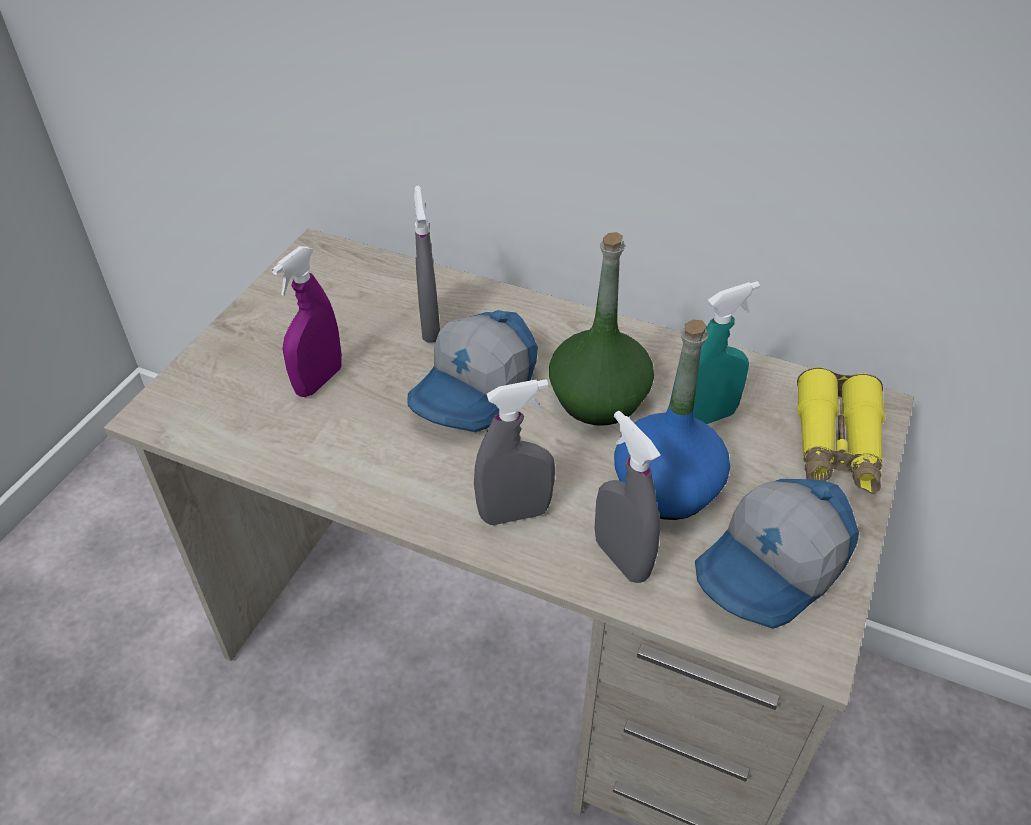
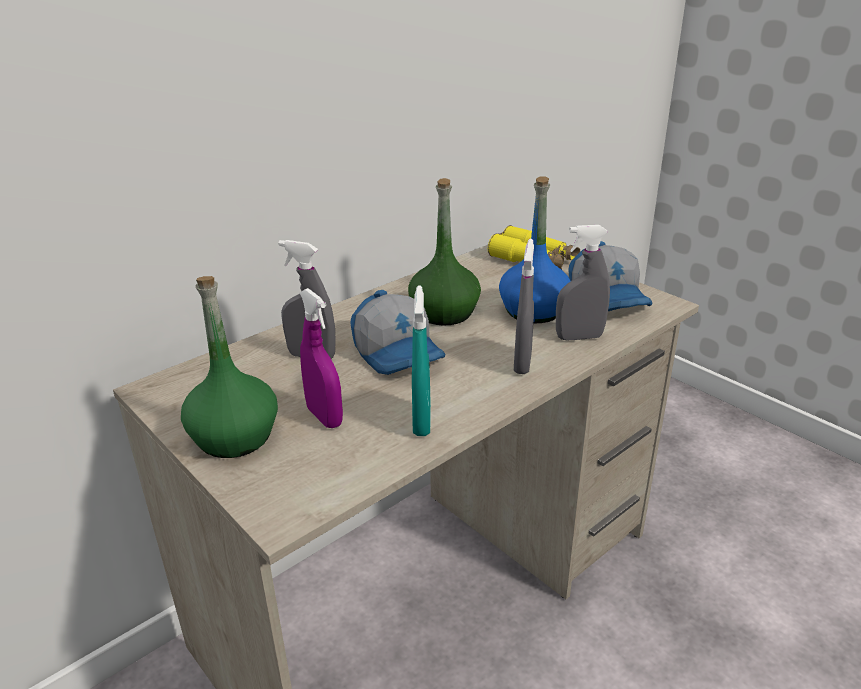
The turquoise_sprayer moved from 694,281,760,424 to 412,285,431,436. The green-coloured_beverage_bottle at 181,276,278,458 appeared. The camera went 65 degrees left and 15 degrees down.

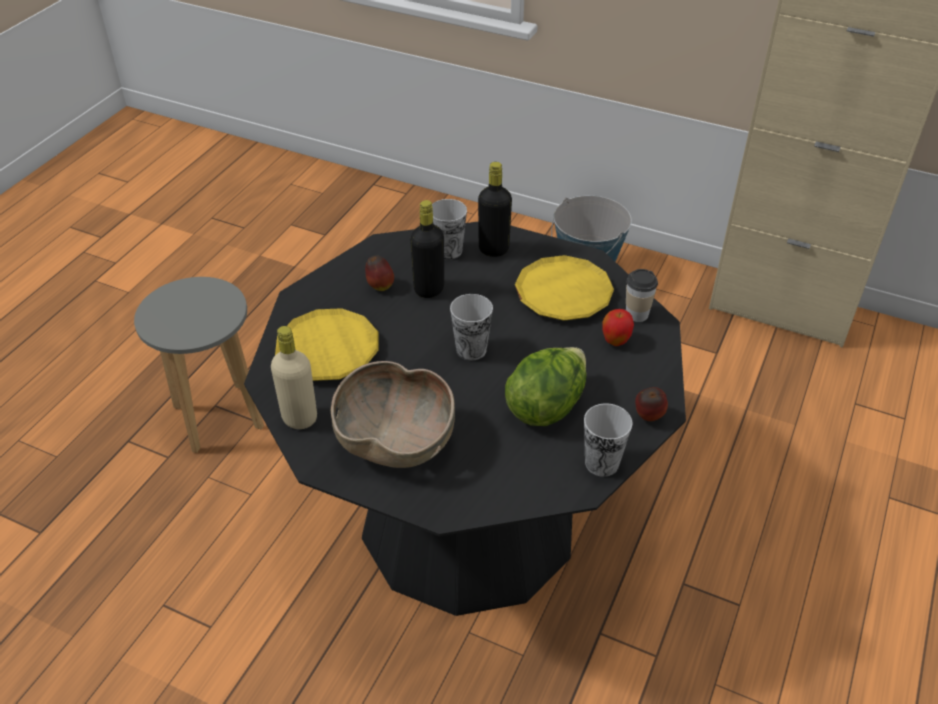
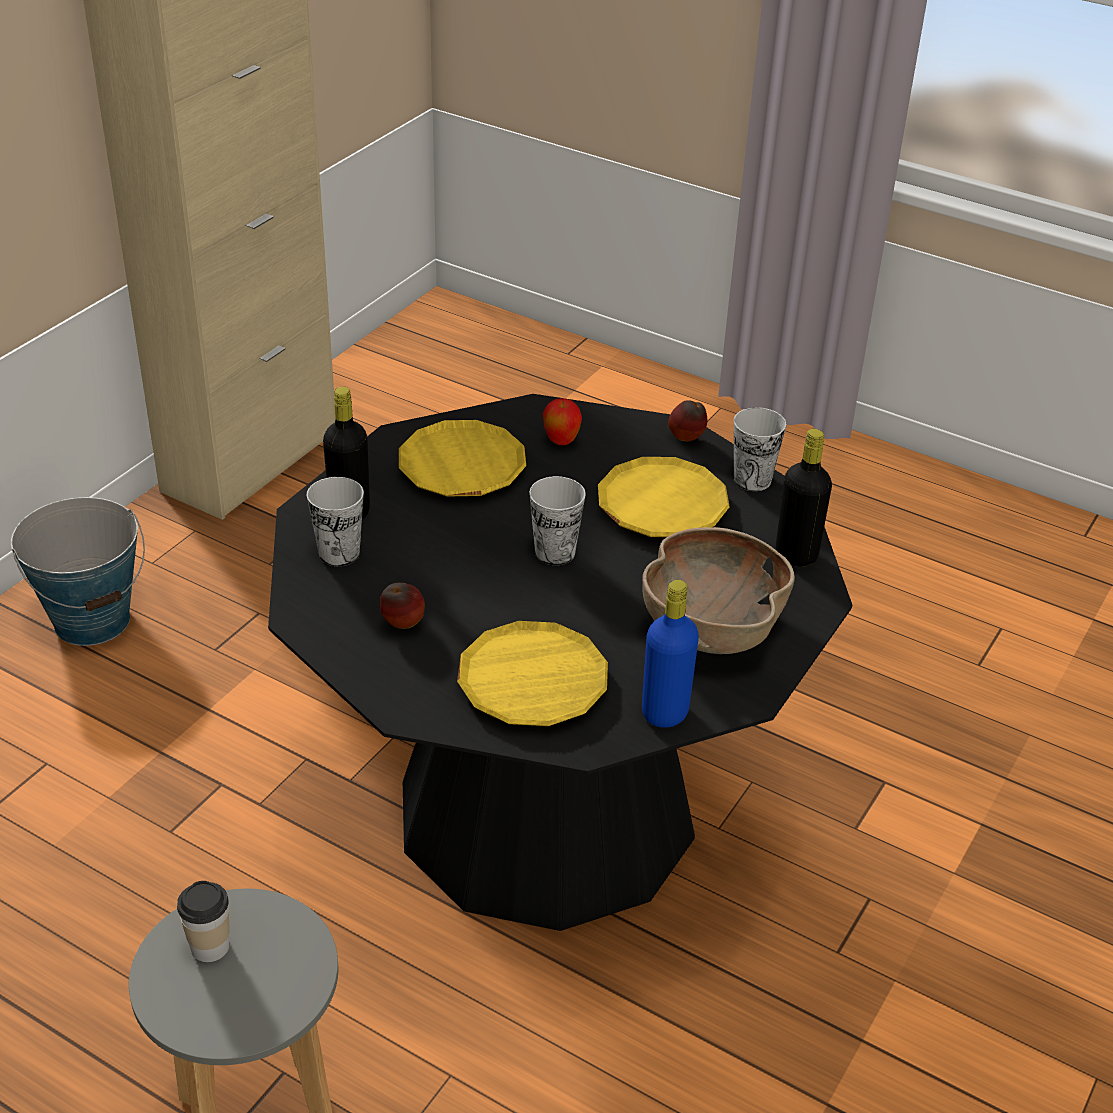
The black-coloured_beverage_bottle moved from 410,200,444,298 to 776,429,832,566. The cup moved from 626,269,658,322 to 177,881,230,962. The beige_beverage_bottle at 271,326,317,429 became the blue_beverage_bottle at 642,580,699,728. The lettuce_head at 505,347,587,426 was replaced by the yellow_plate at 598,457,730,537. The camera went 85 degrees left and 5 degrees down.

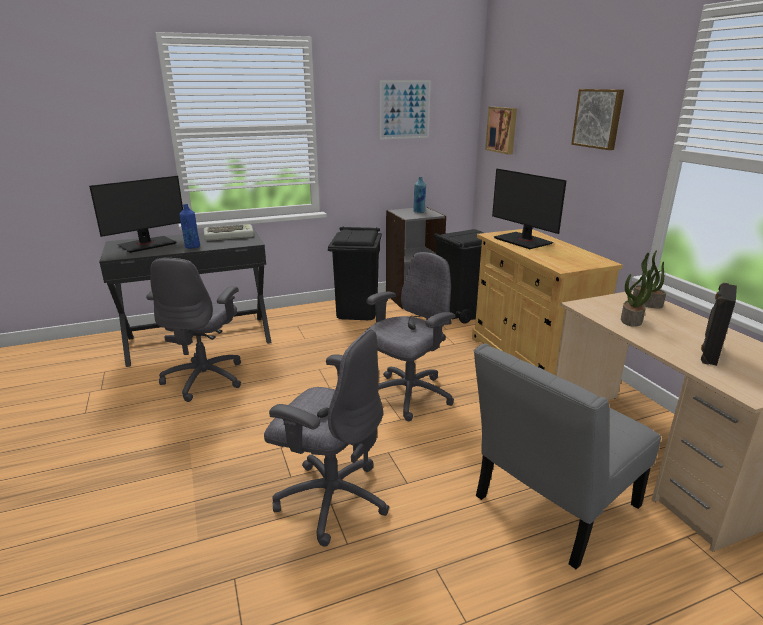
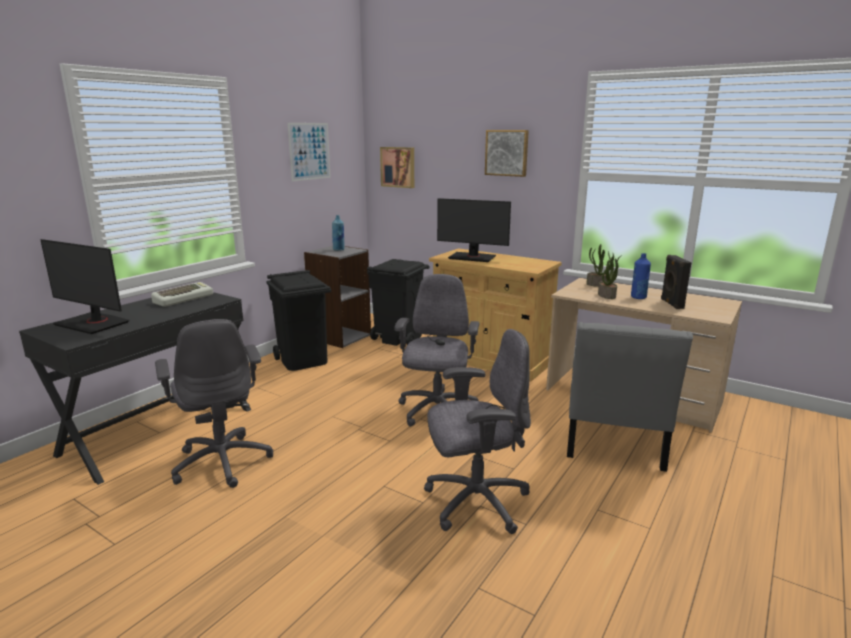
The computer_display at 89,176,183,253 turned 105 degrees clockwise. The blue_beverage_bottle moved from 179,204,200,249 to 631,253,651,299. The camera went 35 degrees left and 5 degrees down.

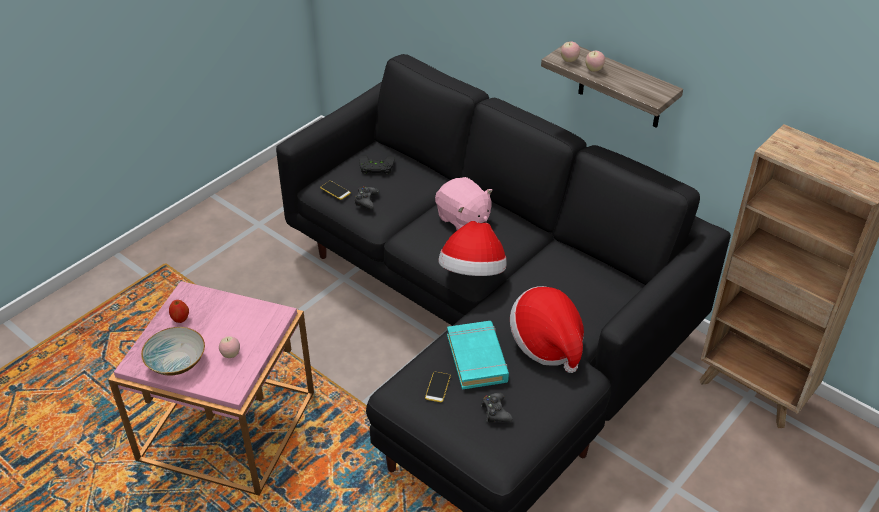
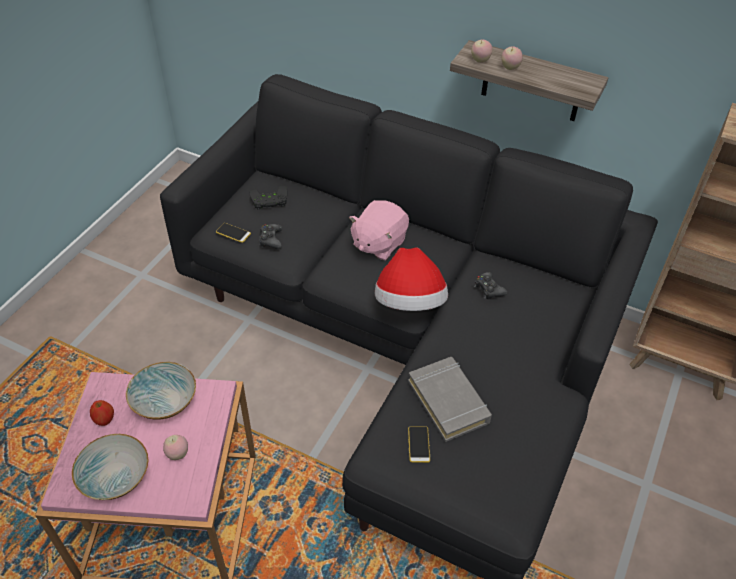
The pink-coloured_plush_toy at 435,177,493,230 turned 90 degrees clockwise. The hat at 510,286,584,373 disappeared. The turquoise_bound_book at 447,321,509,390 became the greyish_bound_book at 408,357,492,442. The black-coloured_gamepad moved from 481,393,513,423 to 474,272,507,299. The serving_bowl at 126,362,196,420 appeared. The camera went 15 degrees left and 5 degrees up.

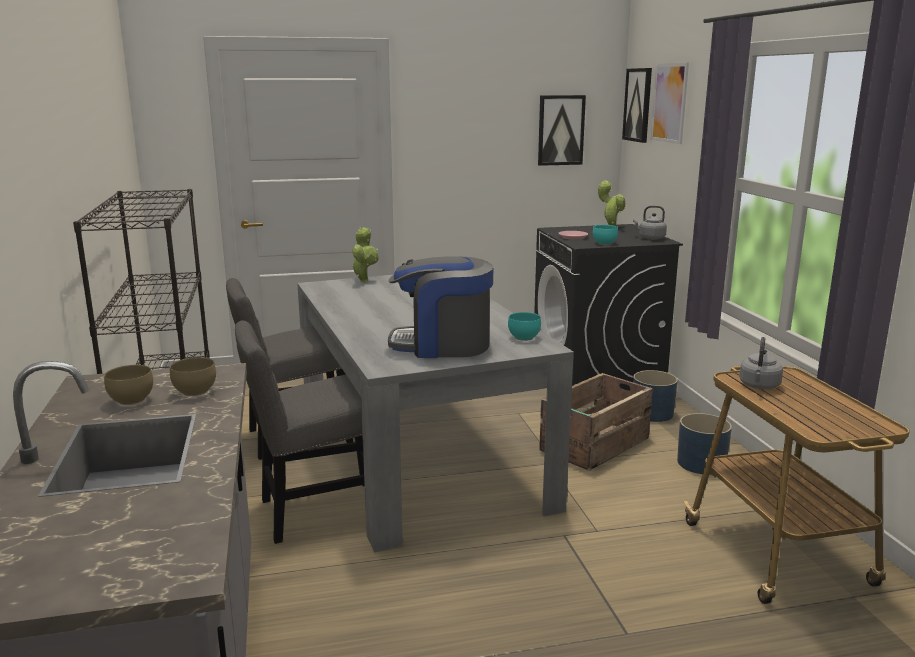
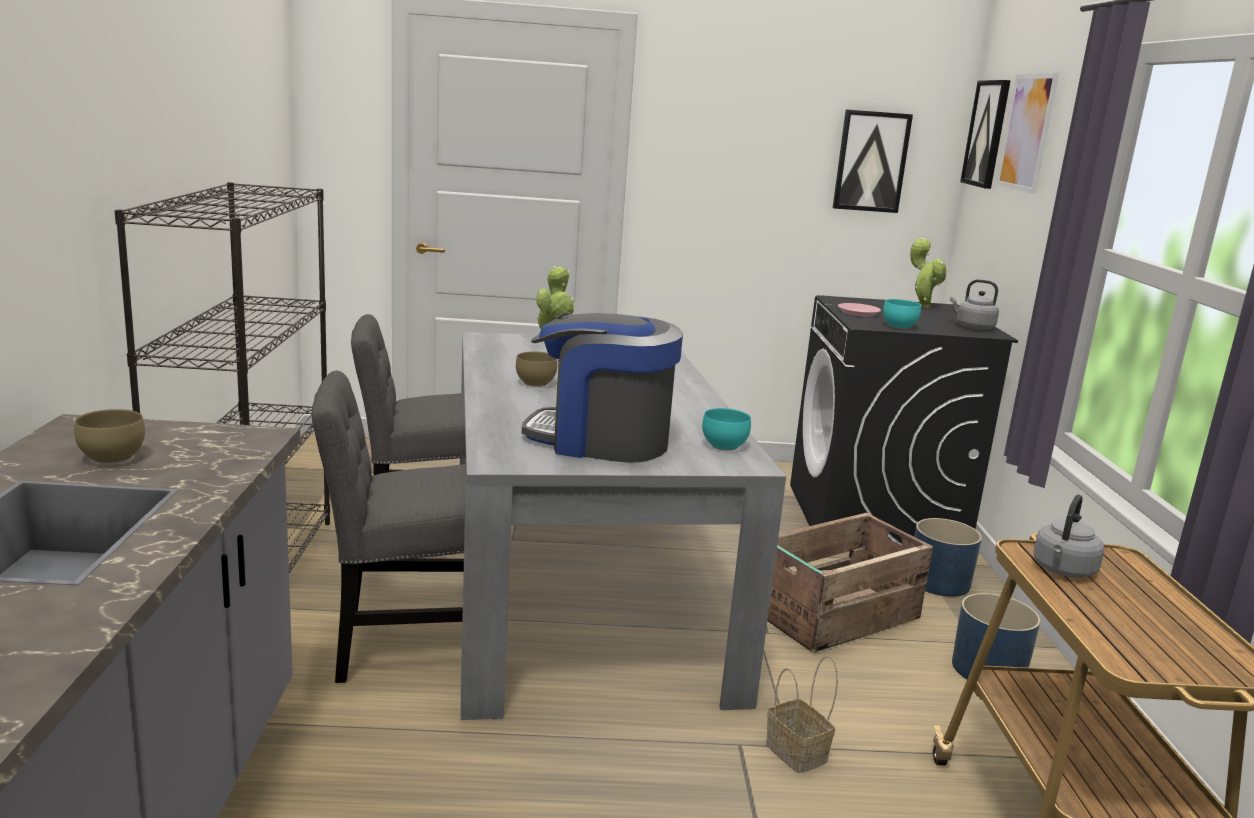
The brown_serving_bowl moved from 170,357,216,396 to 516,351,558,387. The household_basket at 766,655,838,773 appeared. The camera went 10 degrees right and 0 degrees up.

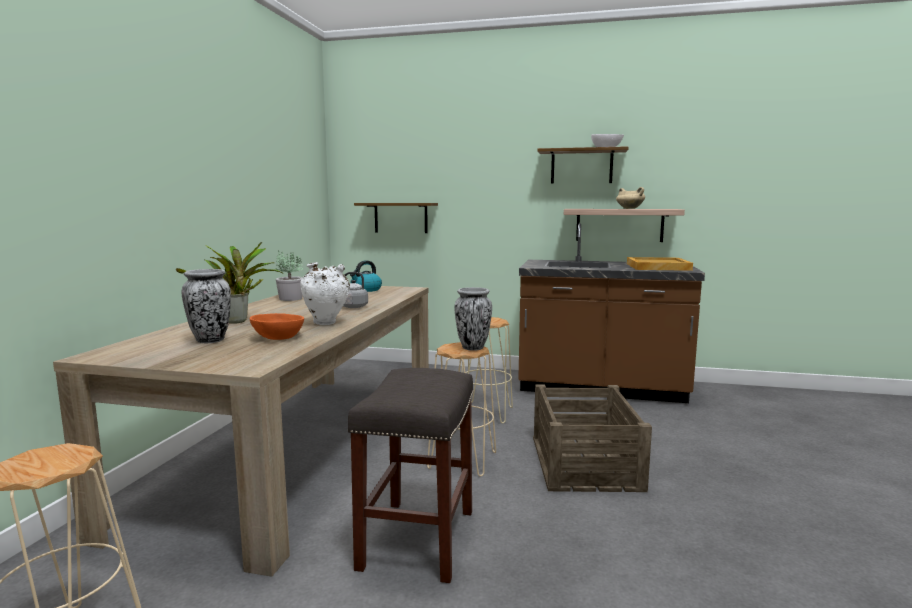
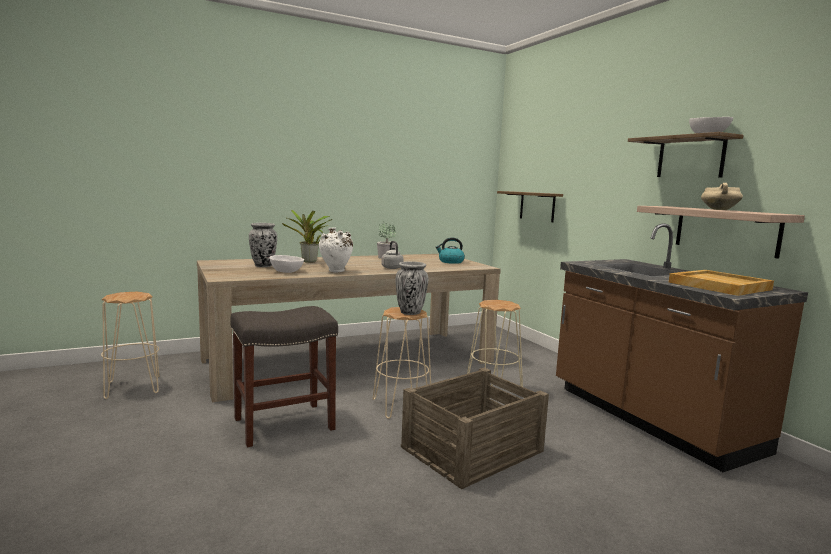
The orangey_serving_bowl at 250,313,304,340 became the whitish_serving_bowl at 269,255,304,273. The camera went 50 degrees right and 0 degrees up.

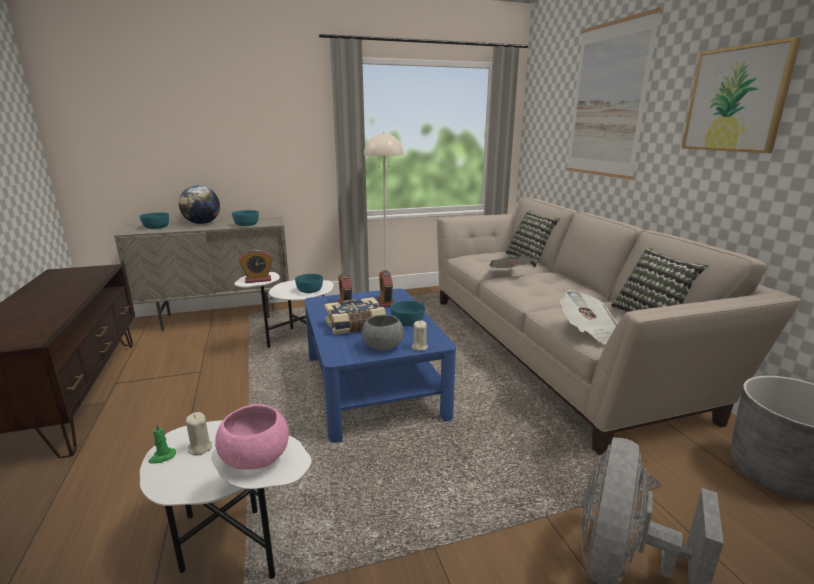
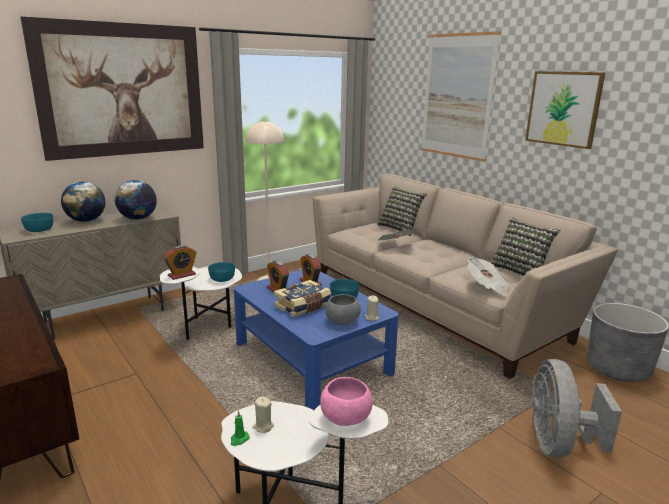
The turquoise_serving_bowl at 232,210,259,226 was replaced by the world_globe at 115,180,157,220. The wall_picture at 21,16,204,161 appeared. The camera went 20 degrees left and 0 degrees up.

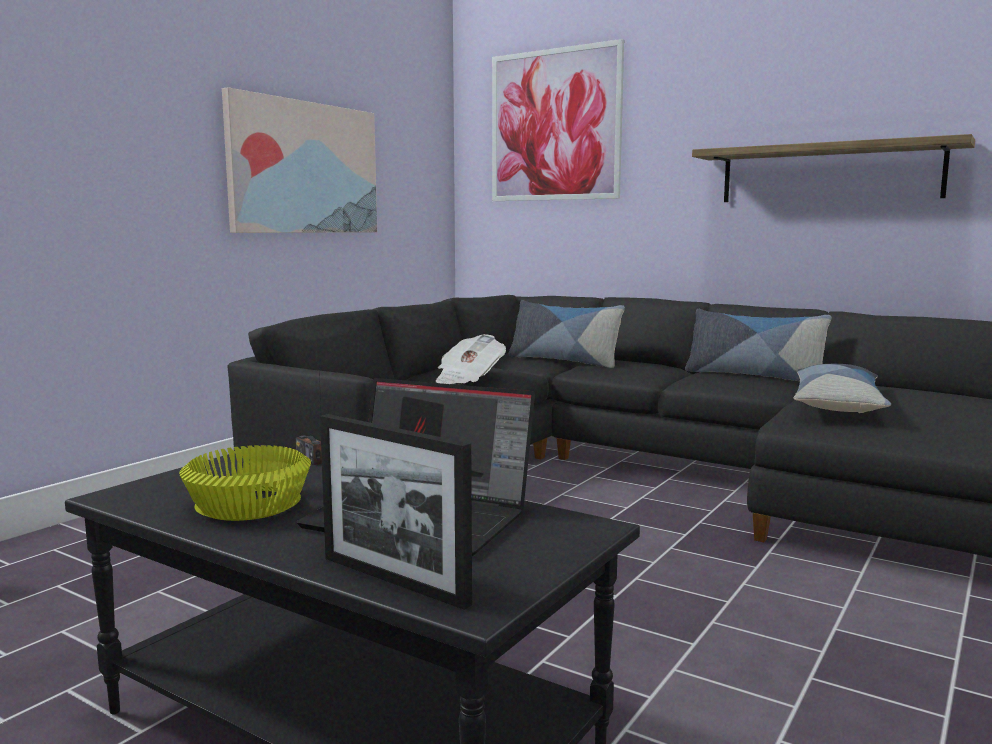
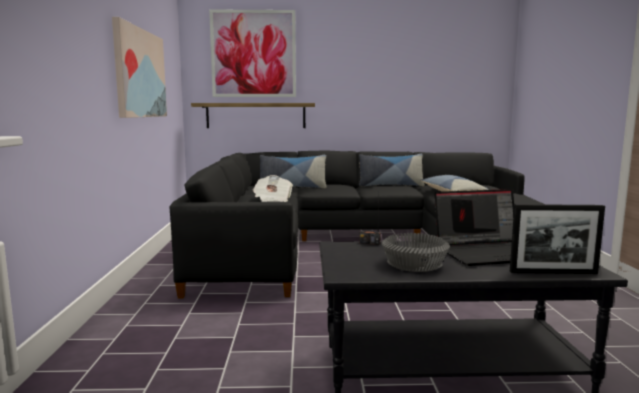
The bracket_shelf moved from 692,134,975,202 to 191,103,315,128. The yellow_serving_bowl at 179,445,311,521 became the greyish_serving_bowl at 382,233,450,272. The camera went 35 degrees left and 0 degrees up.

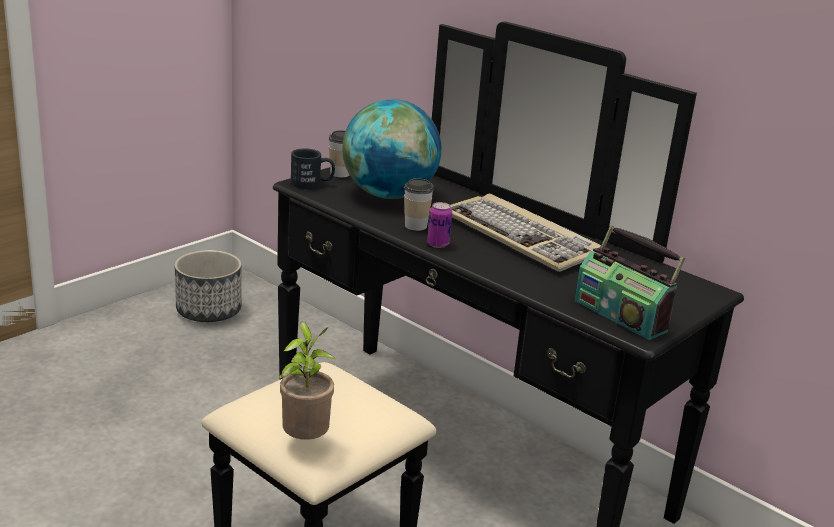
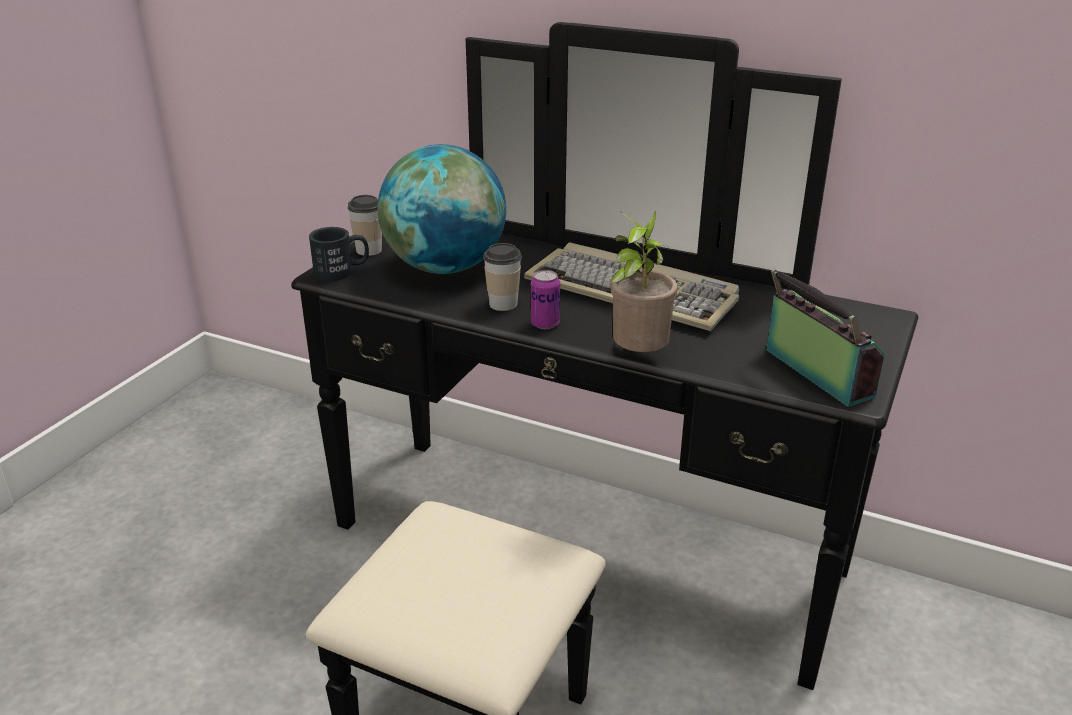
The radio_receiver at 574,225,685,340 turned 150 degrees counterclockwise. The flower_pot at 175,250,242,322 disappeared. The houseplant moved from 279,322,335,440 to 610,211,678,352. The camera went 15 degrees left and 5 degrees up.

